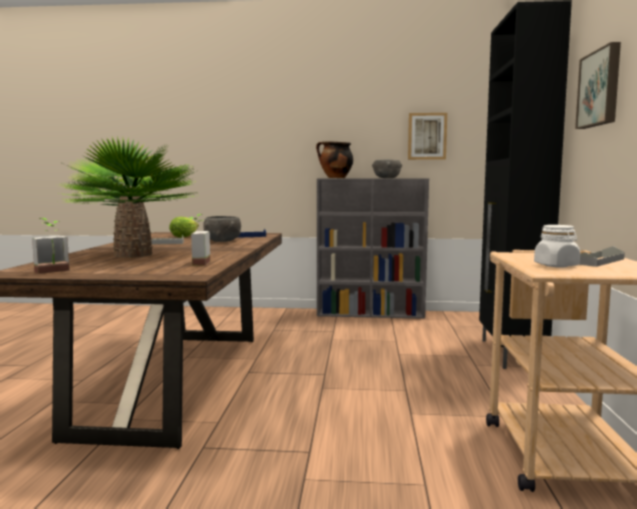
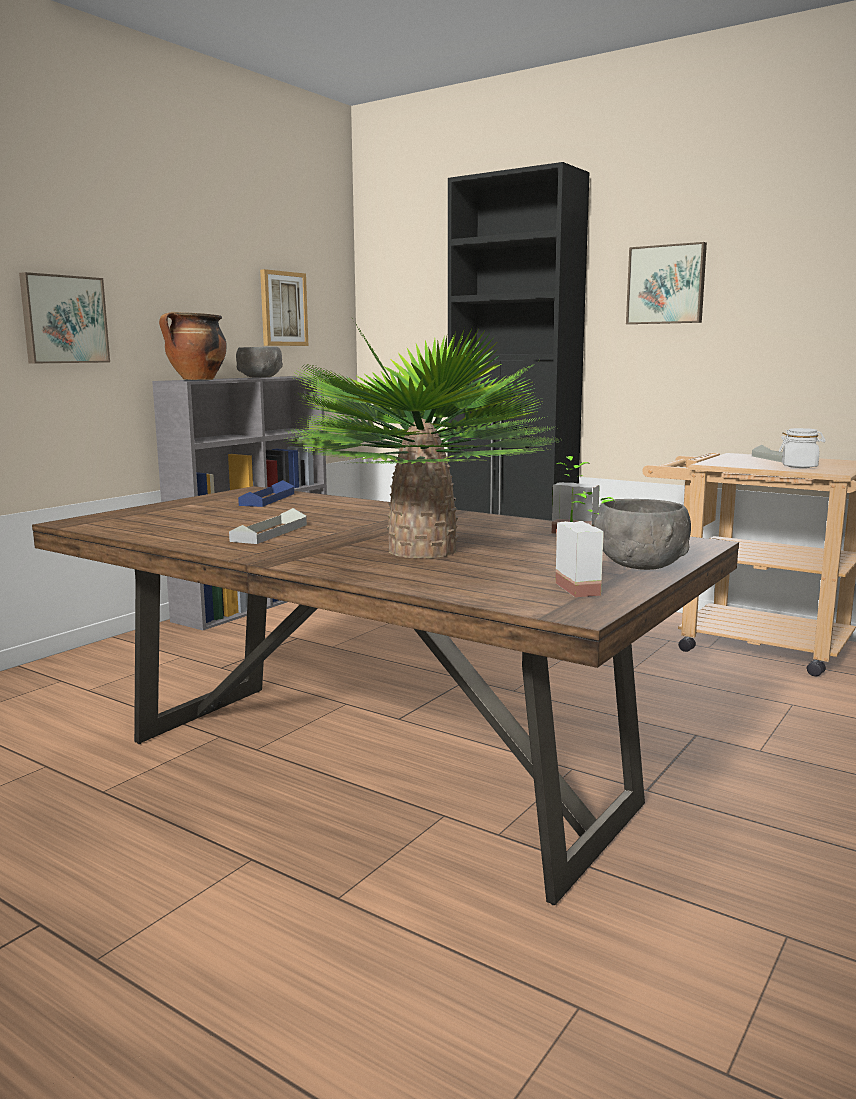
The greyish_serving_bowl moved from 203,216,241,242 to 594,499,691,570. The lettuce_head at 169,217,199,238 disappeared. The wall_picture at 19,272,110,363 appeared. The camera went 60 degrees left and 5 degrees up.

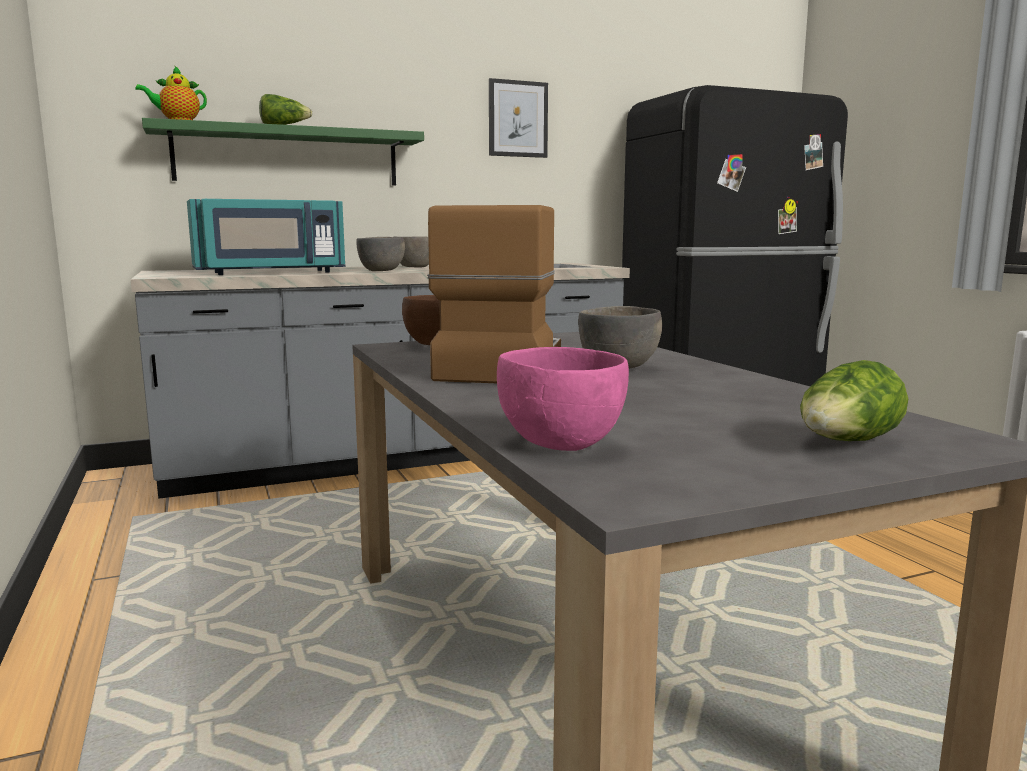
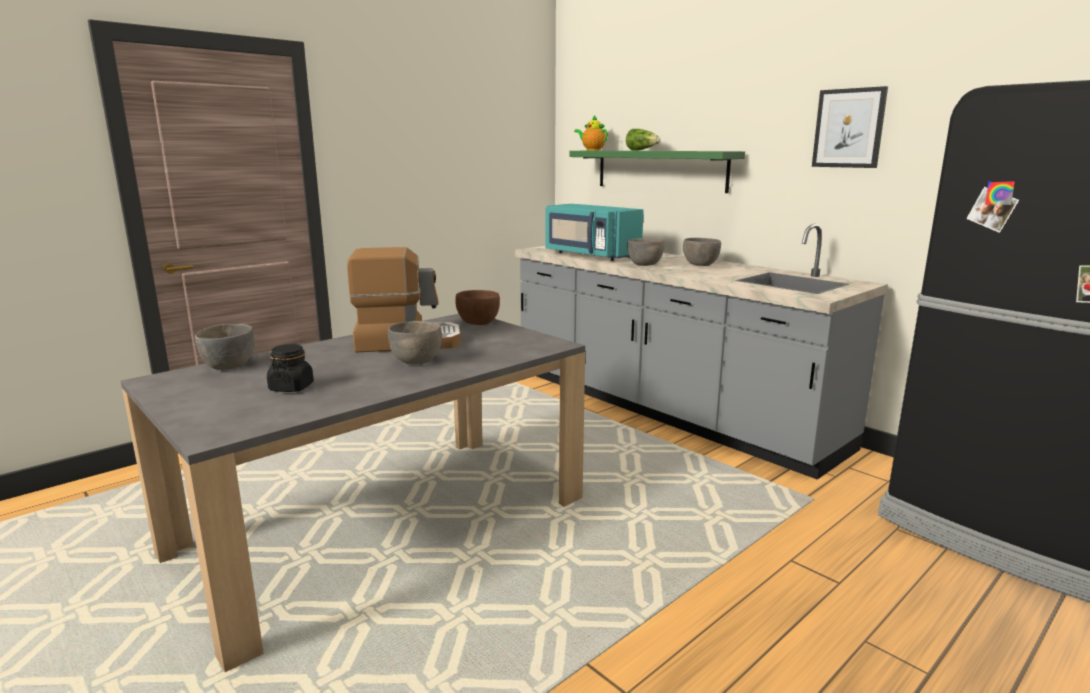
The pink-coloured_serving_bowl at 497,347,629,451 became the greyish_serving_bowl at 195,324,255,370. The lettuce_head at 800,360,908,441 disappeared. The black-coloured_jar at 267,344,314,392 appeared. The camera went 70 degrees right and 5 degrees up.

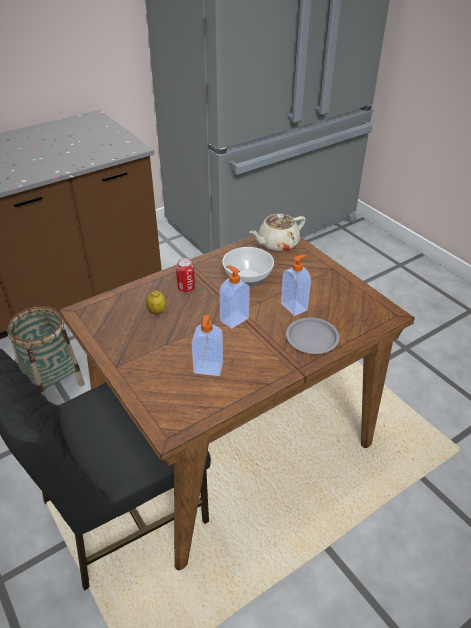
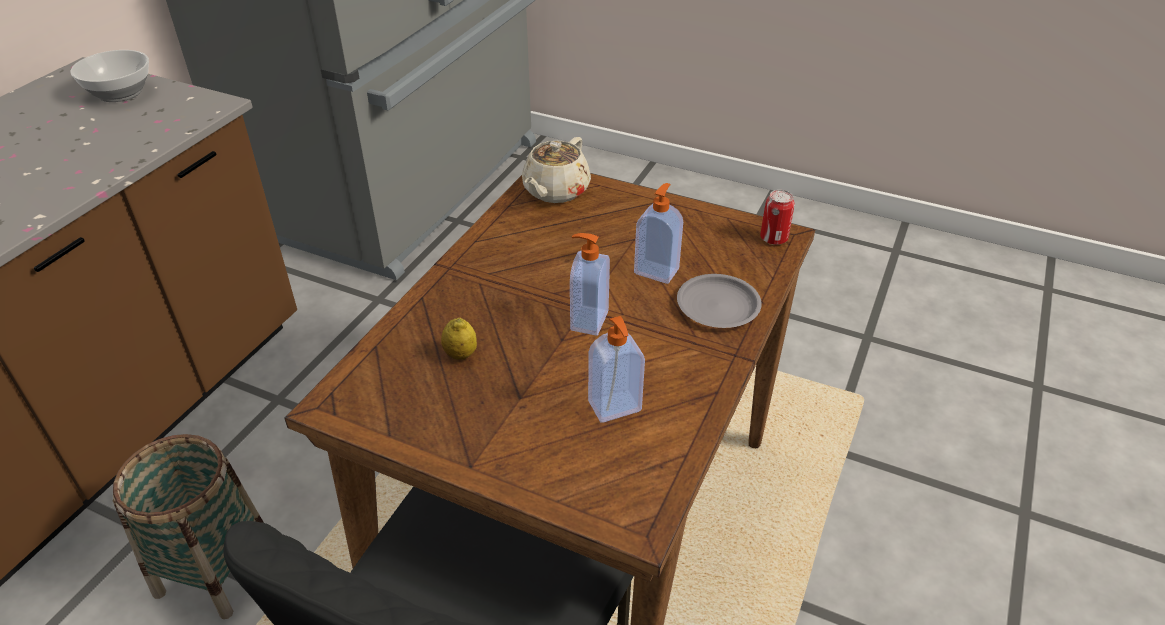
The serving_bowl moved from 222,247,274,287 to 70,50,149,102. The can moved from 176,258,195,292 to 760,190,795,245. The camera went 30 degrees left and 0 degrees up.

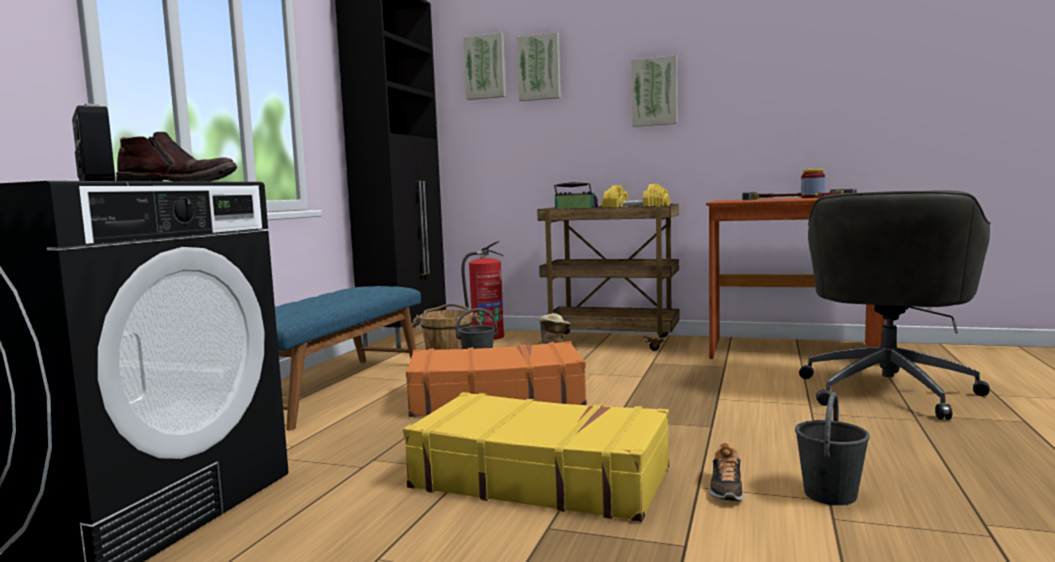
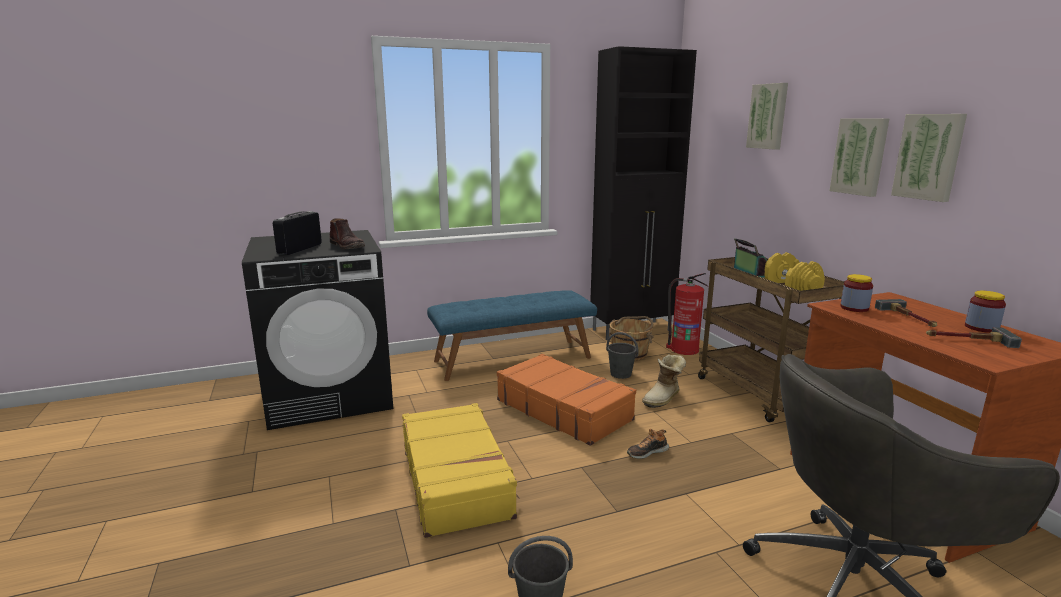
The wall_picture moved from 463,33,506,100 to 891,114,967,202. The shoe moved from 709,443,744,501 to 627,429,669,459. The jar at 840,274,873,312 appeared. The camera went 50 degrees right and 10 degrees up.

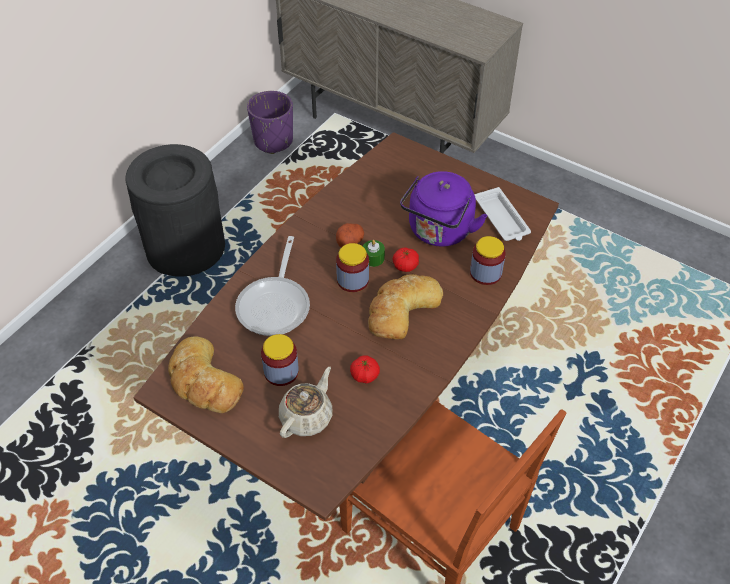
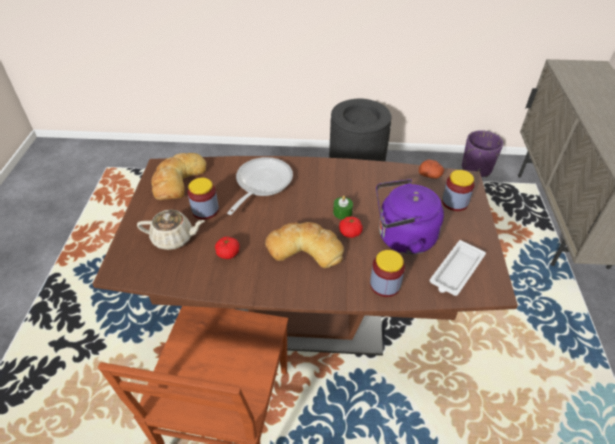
The potato moved from 336,223,364,247 to 419,160,444,179. The frying_pan at 235,236,310,336 turned 135 degrees clockwise. The jar moved from 336,243,369,292 to 442,170,475,211. The camera went 60 degrees right and 5 degrees down.

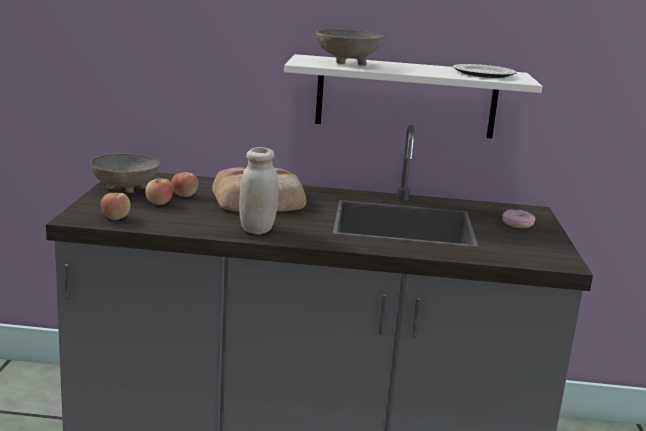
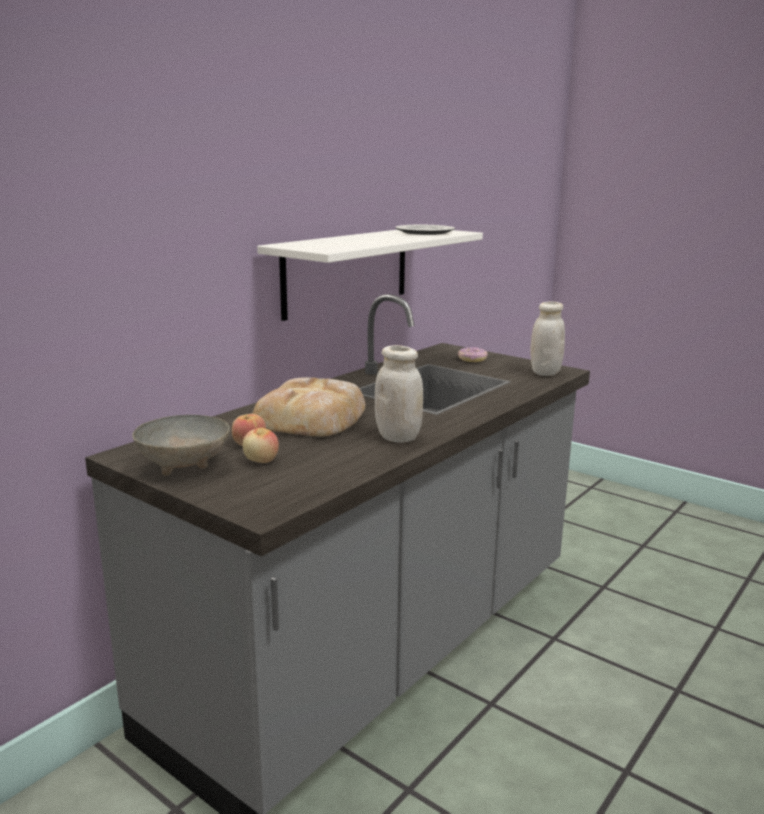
The greyish_serving_bowl at 316,29,384,66 disappeared. The apple_fruit at 101,193,130,220 disappeared. The whitish_jar at 530,301,565,376 appeared. The camera went 55 degrees left and 0 degrees up.

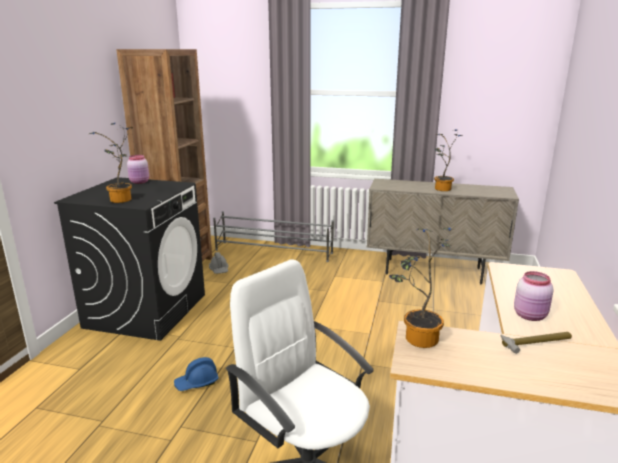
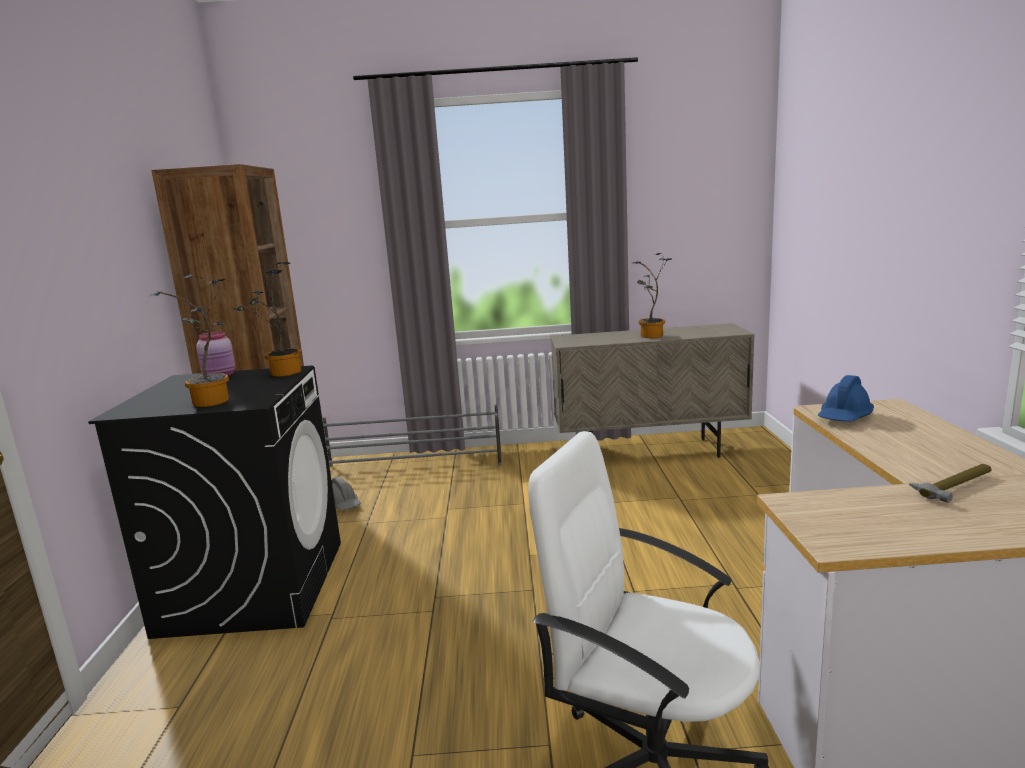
The houseplant moved from 389,228,456,348 to 233,262,302,377. The pink-coloured_jar at 514,271,554,321 disappeared. The blue_work_helmet moved from 174,357,219,391 to 818,375,874,422. The camera went 15 degrees left and 5 degrees down.

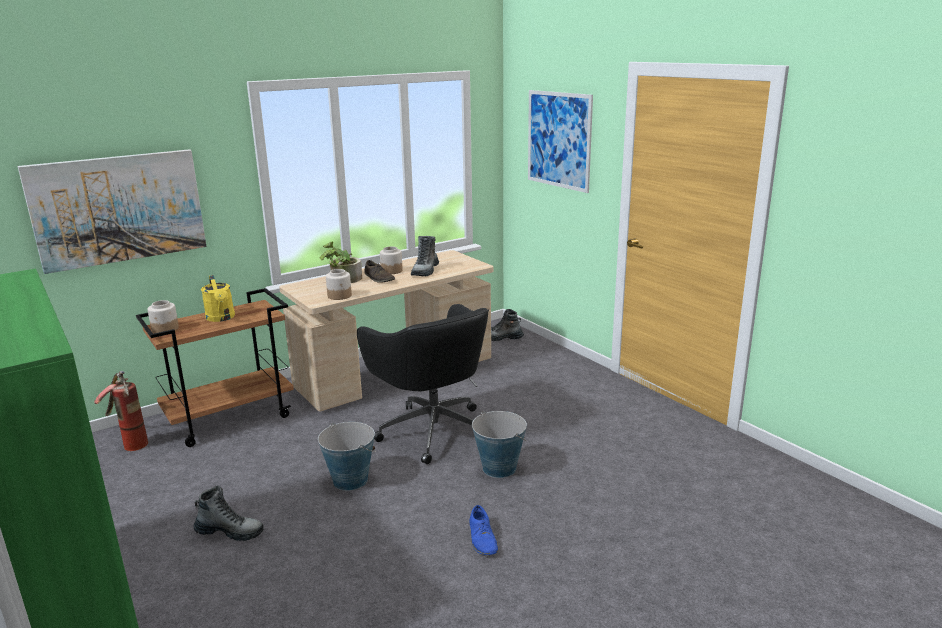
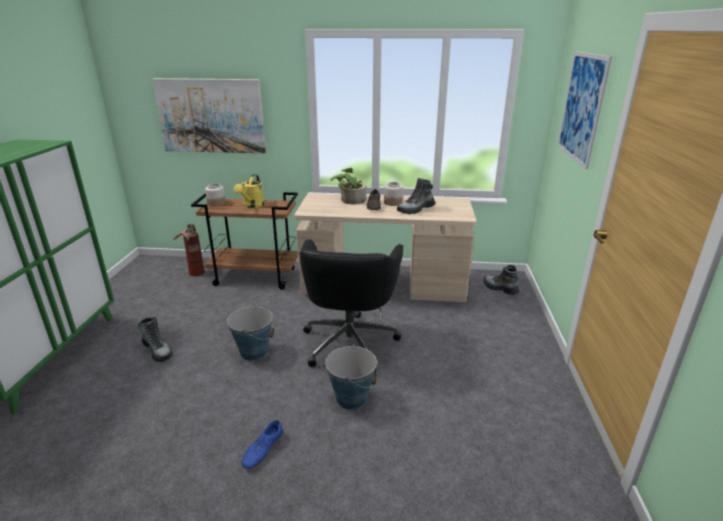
The jar at 326,269,352,300 disappeared. The camera went 40 degrees right and 5 degrees up.

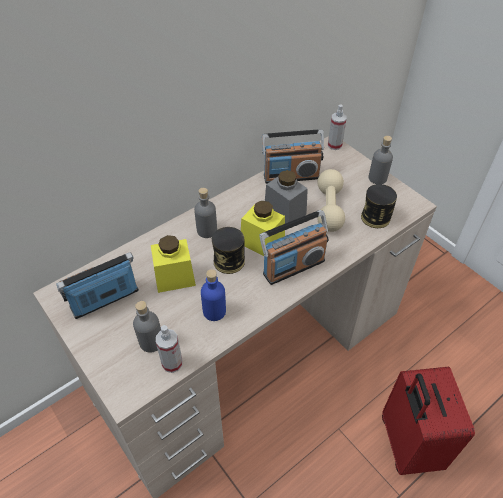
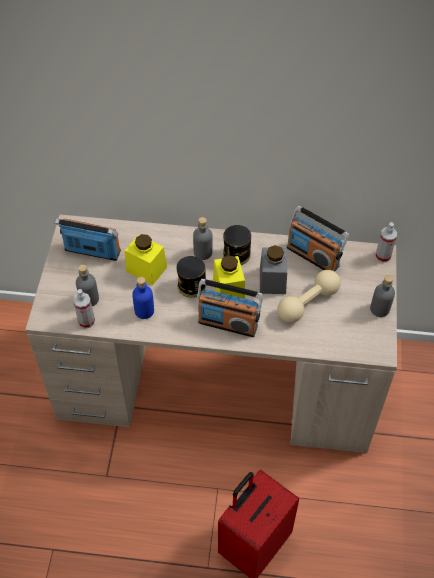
The can moved from 361,184,397,228 to 223,225,251,265. The camera went 45 degrees right and 5 degrees up.

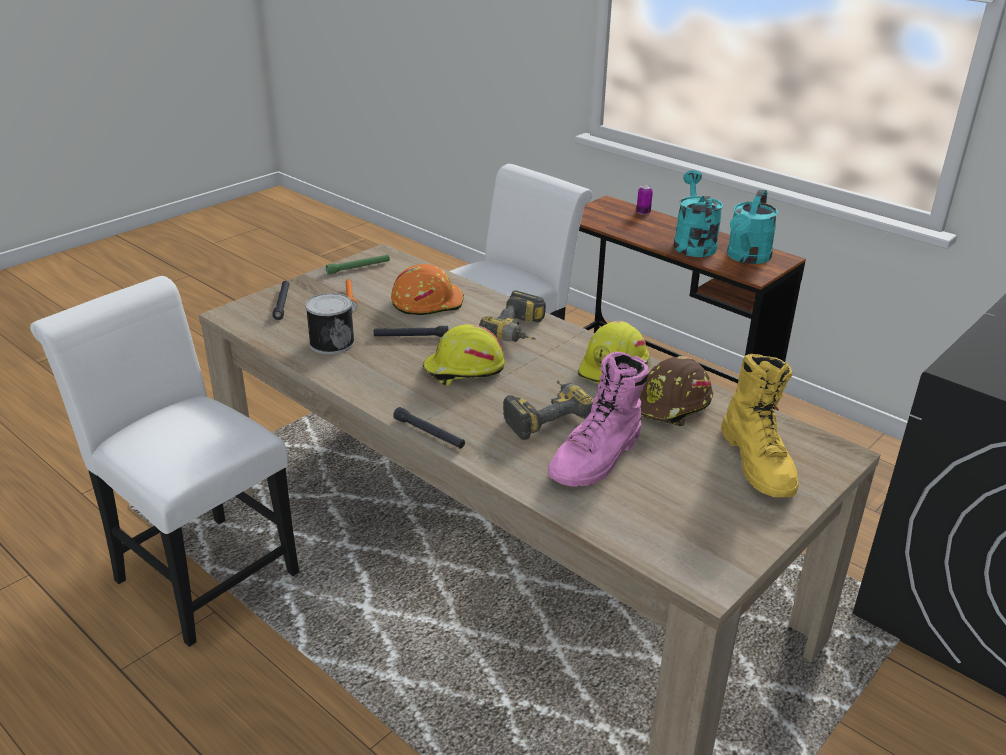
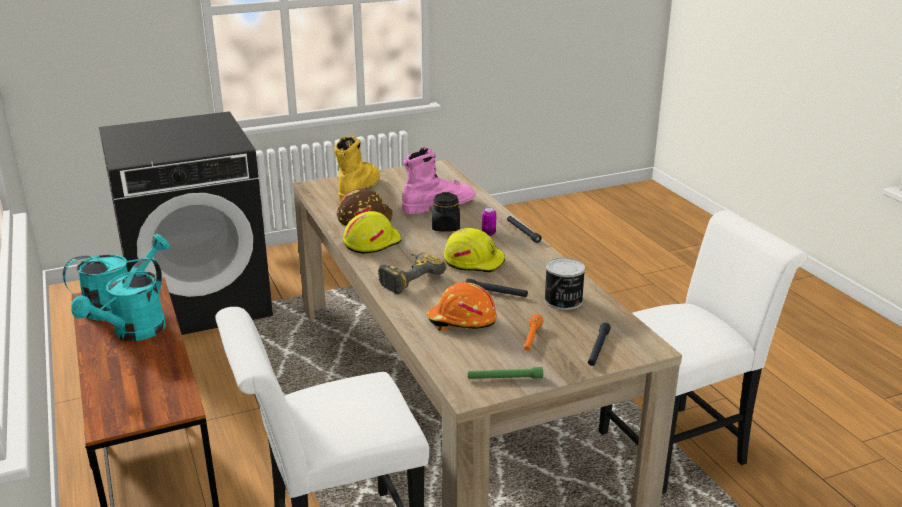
The can moved from 636,185,653,215 to 482,207,496,236. The whitish_plain_chair at 30,276,299,647 turned 90 degrees counterclockwise. The drill at 503,381,594,440 was replaced by the black-coloured_jar at 432,192,460,232. The camera went 155 degrees left and 5 degrees down.

